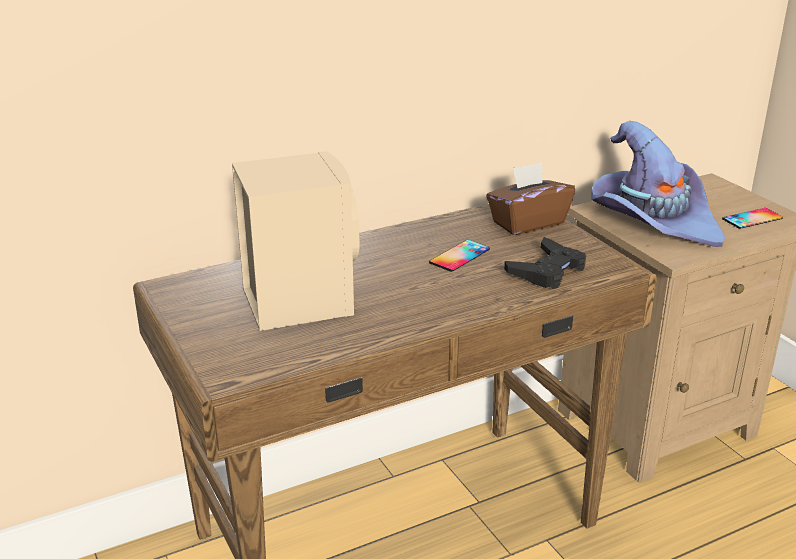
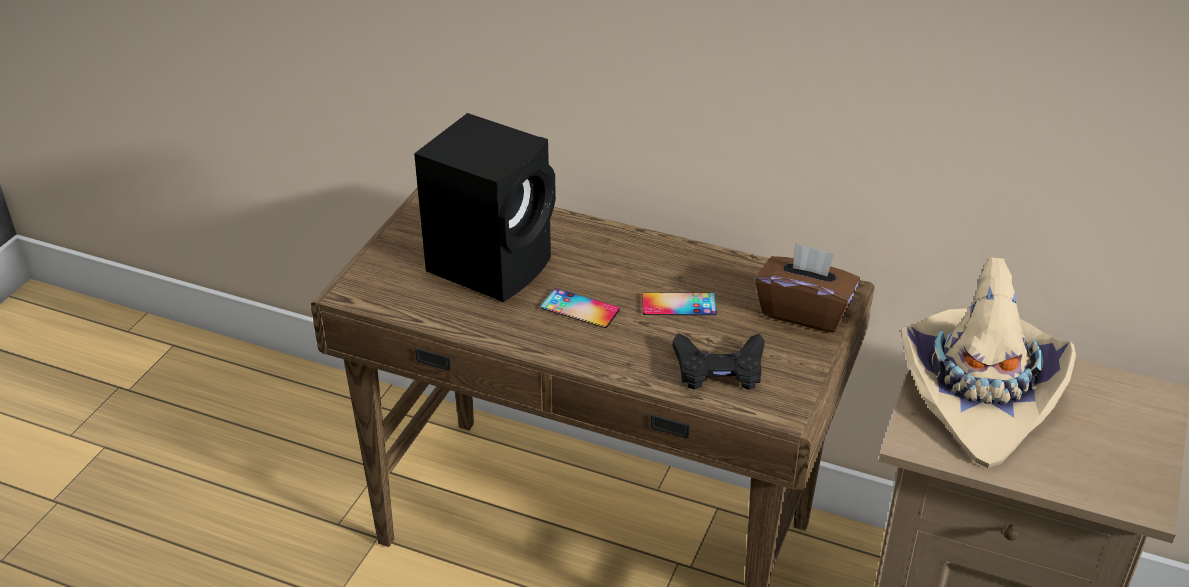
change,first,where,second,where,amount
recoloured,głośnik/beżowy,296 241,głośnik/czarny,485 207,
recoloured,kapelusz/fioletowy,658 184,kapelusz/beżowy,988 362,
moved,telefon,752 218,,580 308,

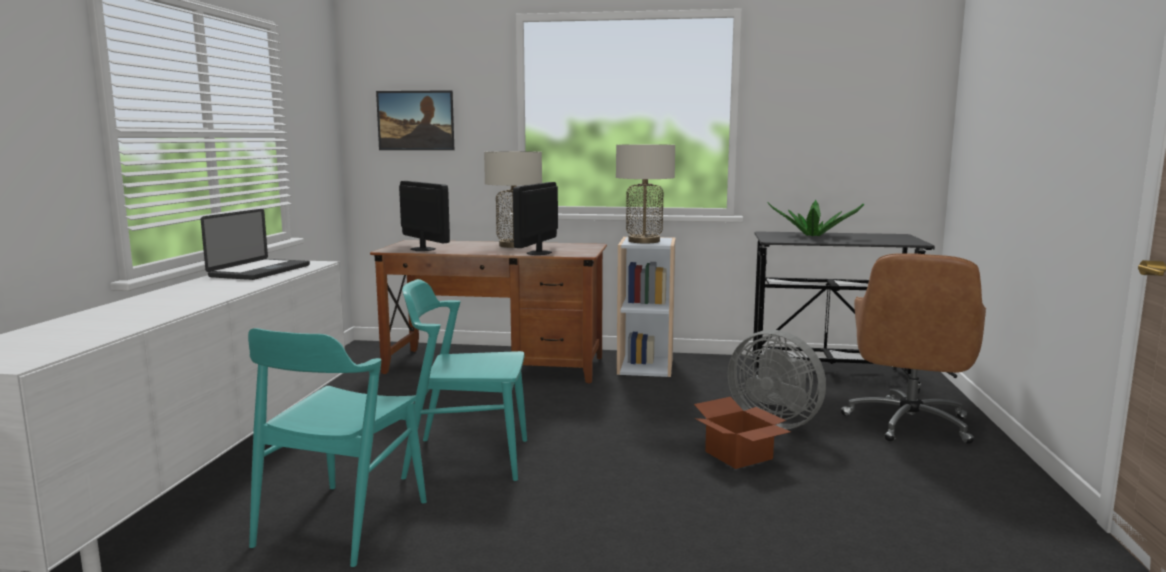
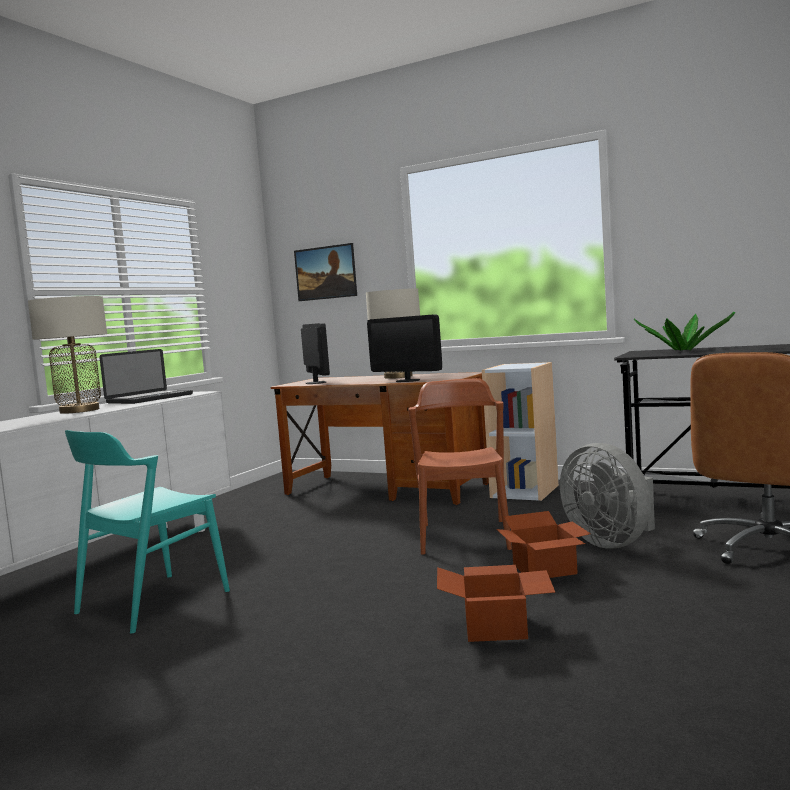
change,first,where,second,where,amount
removed,krzesło/turkusowy,464 380,,,
turned,monitor,535 218,,404 348,90 degrees counterclockwise
moved,lampa stołowa,645 194,,67 355,
added,,,krzesło/brązowy,460 466,
added,,,karton,496 603,

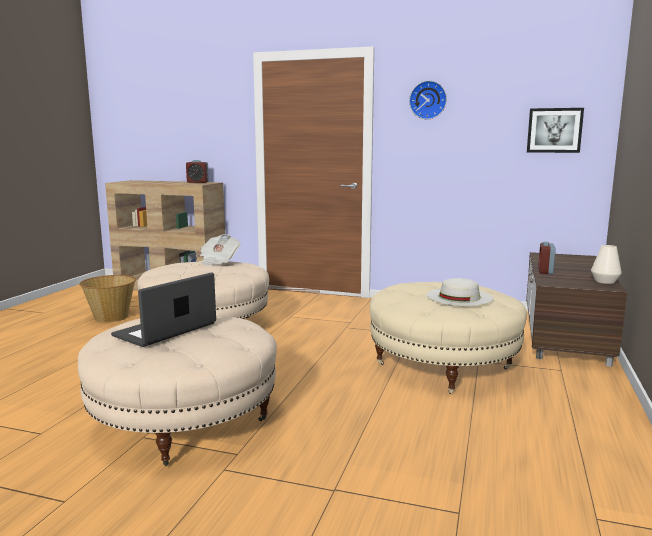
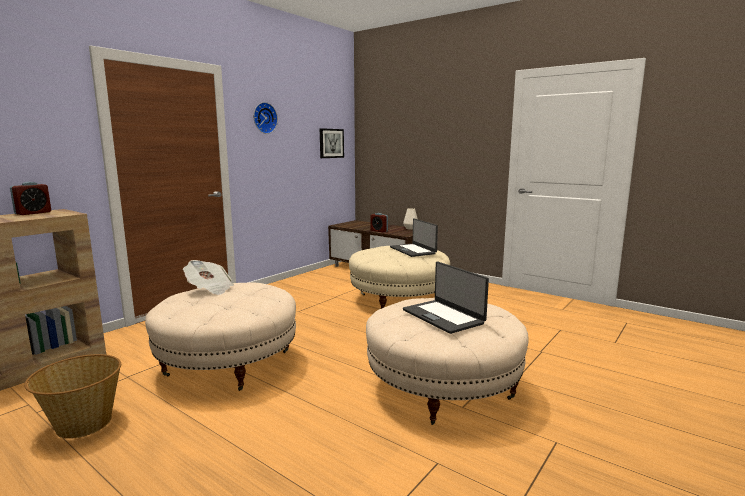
change,first,where,second,where,amount
replaced,kapelusz/biały,460 292,laptop,414 237,

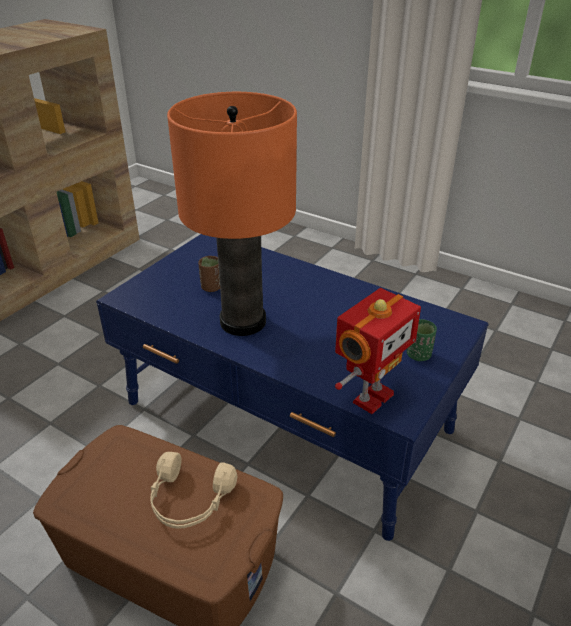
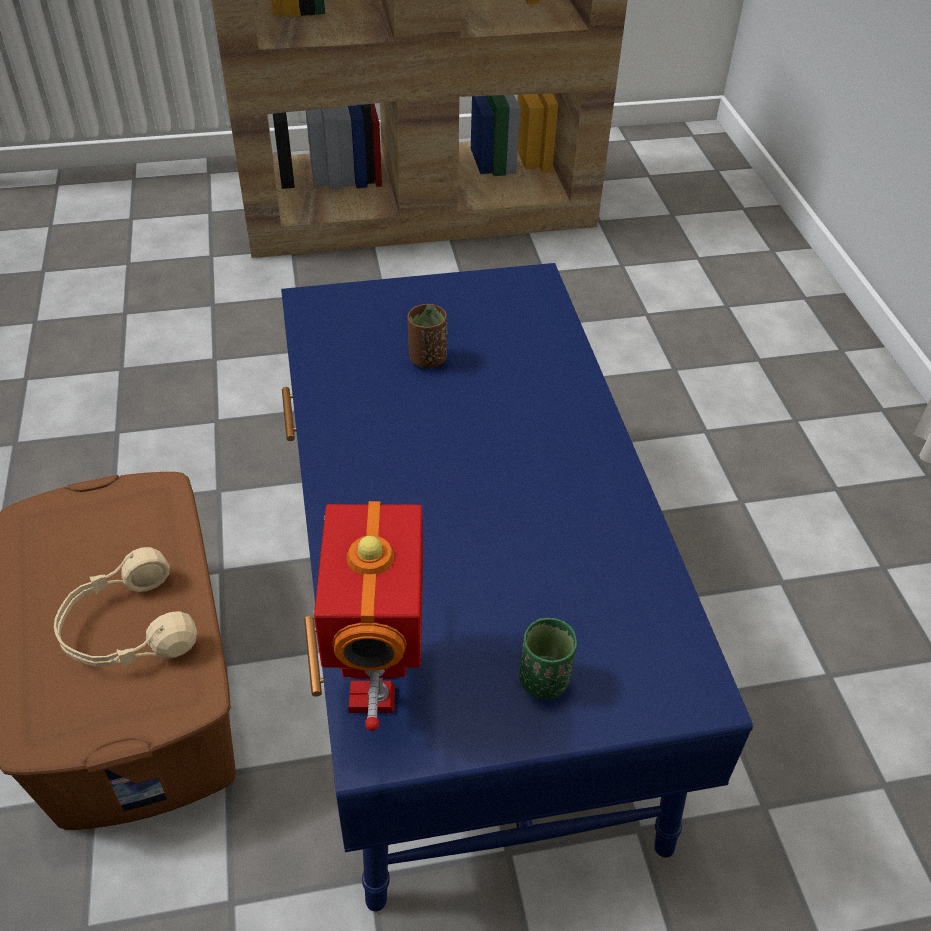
change,first,where,second,where,amount
removed,lampa stołowa/pomarańczowy,232 214,,,
turned,robot zabawkowy,378 351,,368 616,90 degrees clockwise

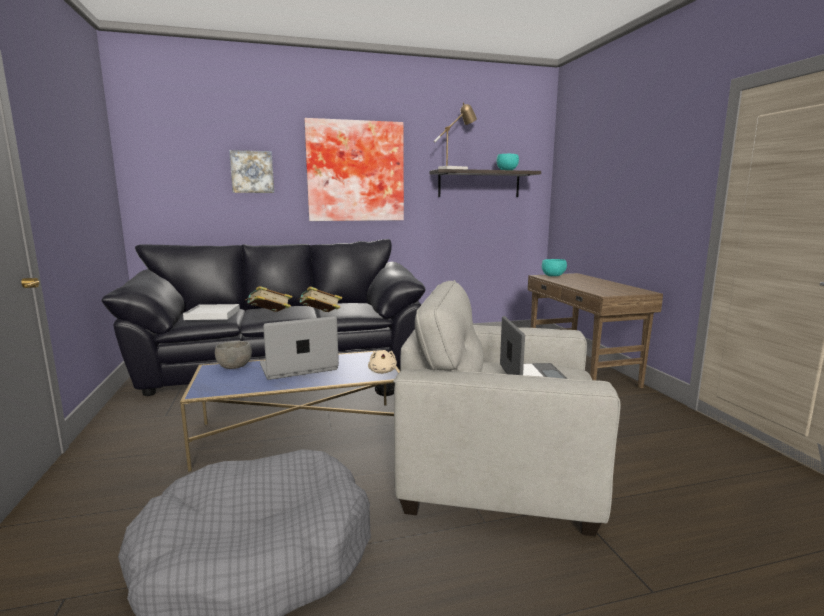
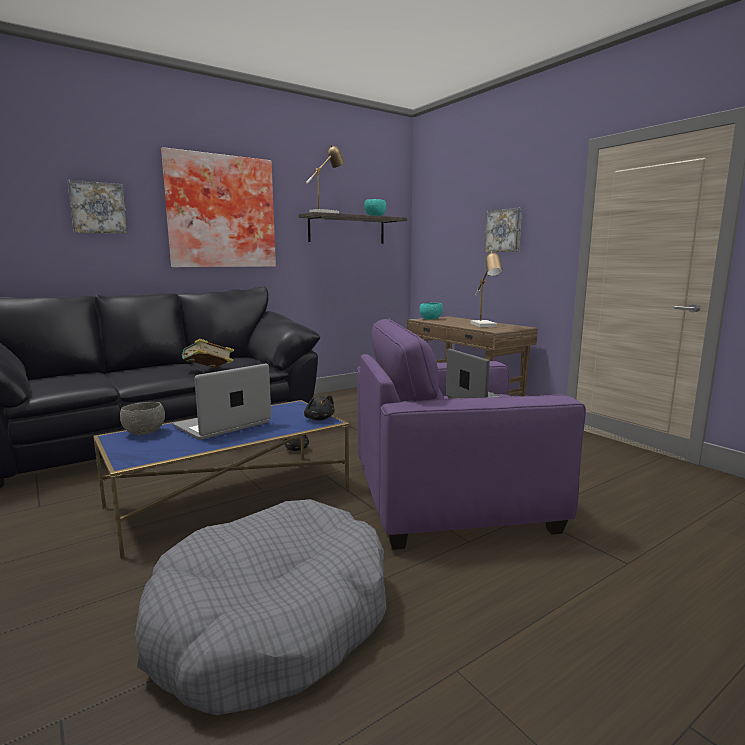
change,first,where,second,where,amount
removed,taca/biały,211 312,,,
removed,książka,269 299,,,
recoloured,pluszak/beżowy,382 362,pluszak/czarny,319 408,
recoloured,fotel/szary,506 408,fotel/fioletowy,471 434,
added,,,lampa stołowa,487 289,
added,,,obraz,503 230,

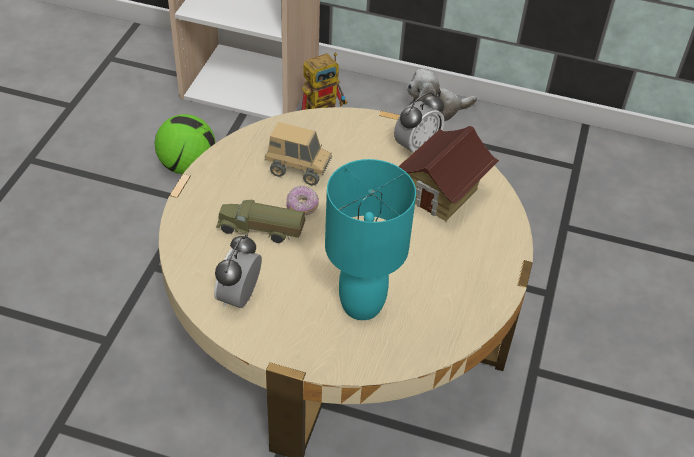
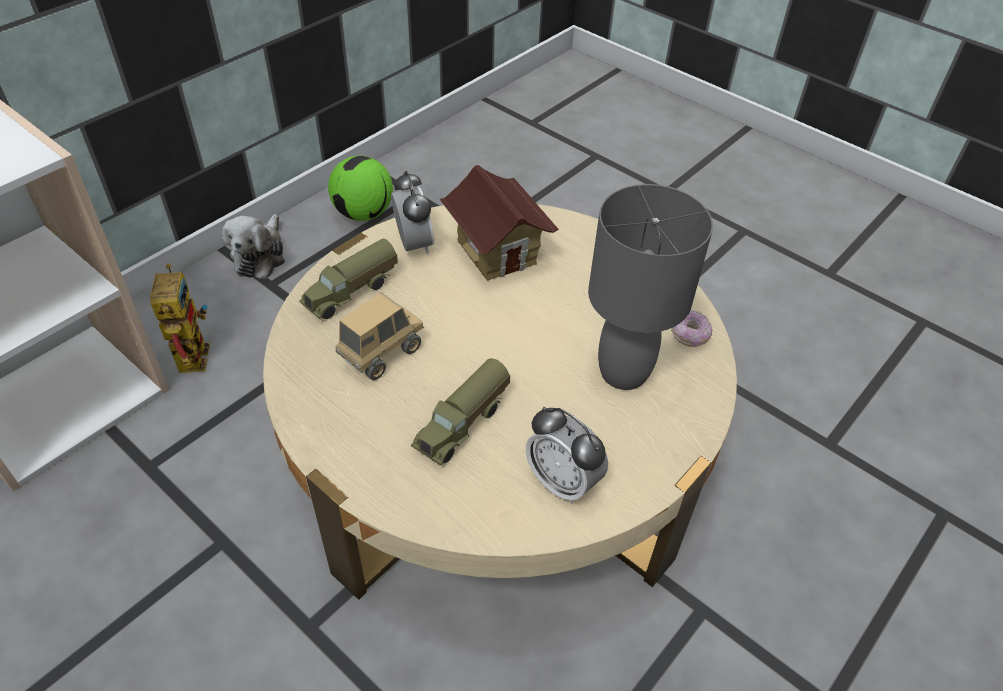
change,first,where,second,where,amount
moved,piłka futbolowa,185 144,,360 188,
moved,donut,302 200,,691 328,
recoloured,lampa stołowa/turkusowy,370 239,lampa stołowa/szary,650 287,
added,,,ciężarówka zabawkowa,348 278,

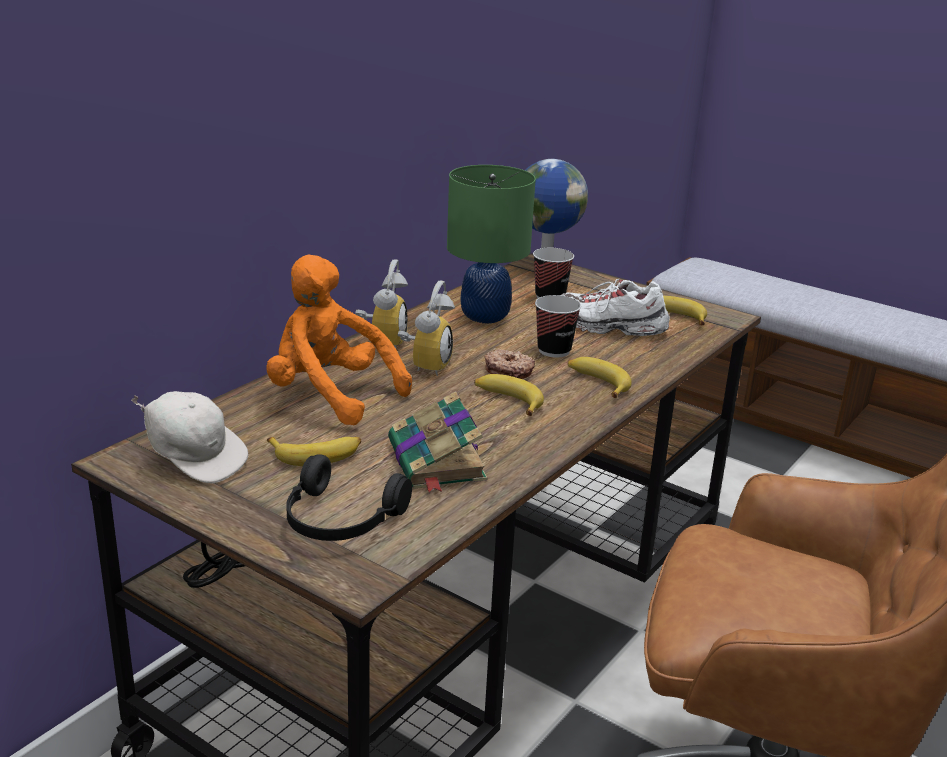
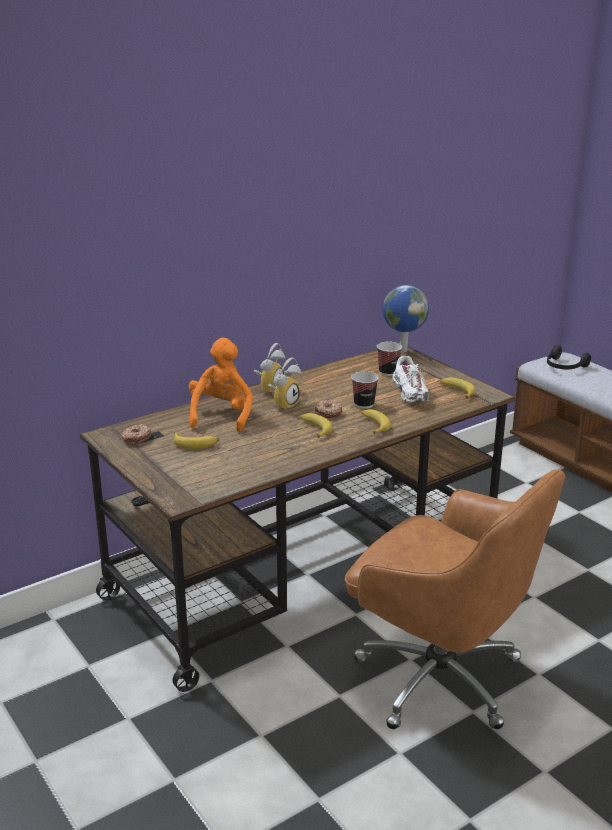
change,first,where,second,where,amount
replaced,czapka z daszkiem/biały,189 437,donut,136 434,
turned,pluszak/pomarańczowy,339 340,,221 385,45 degrees clockwise
moved,słuchawki/czarny,349 497,,569 357,
removed,książka,437 442,,,
removed,lampa stołowa/zielony,491 244,,,
turned,but/biały,615 307,,410 379,135 degrees counterclockwise

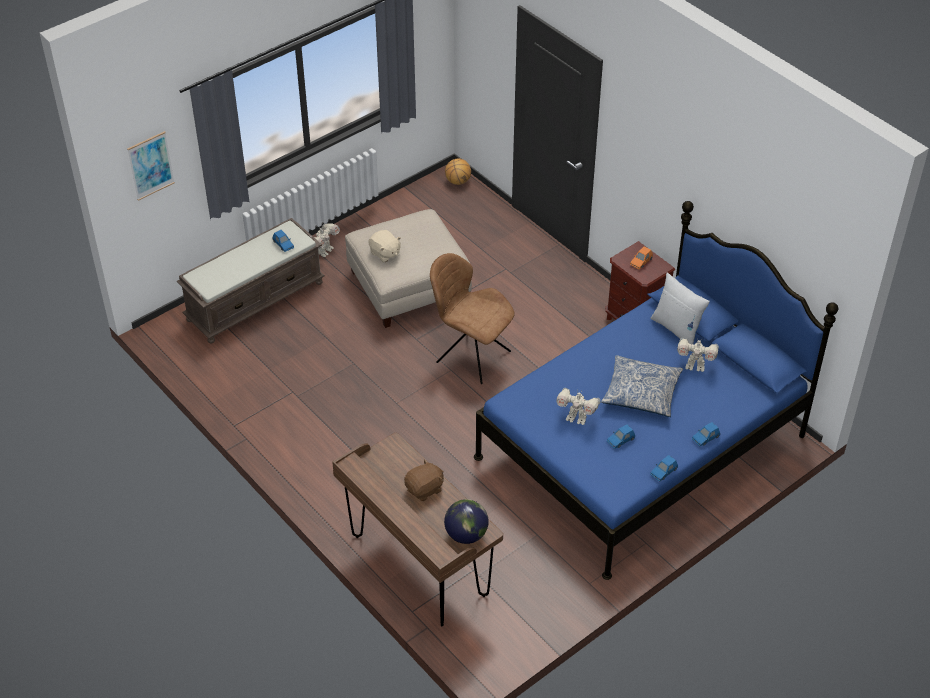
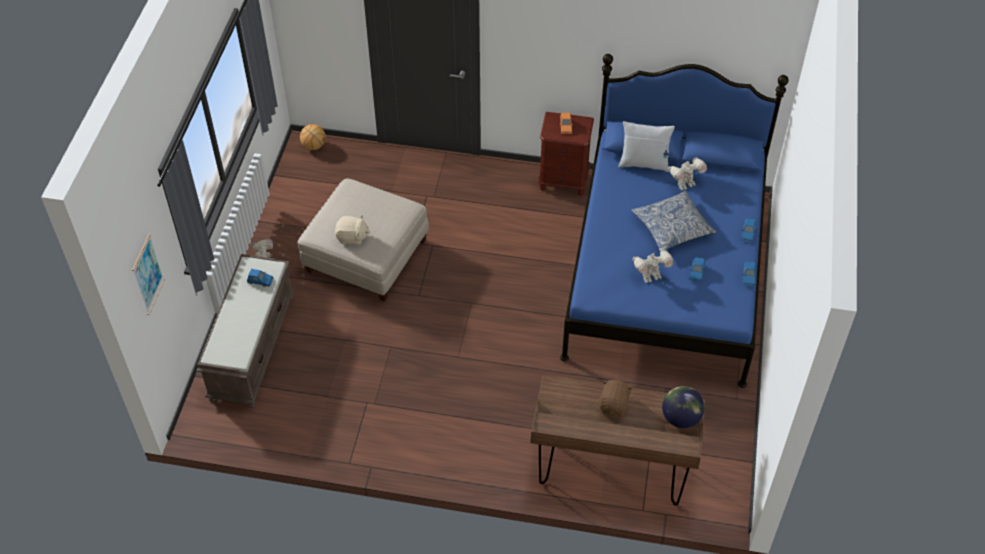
change,first,where,second,where,amount
removed,krzesło/brązowy,472 318,,,

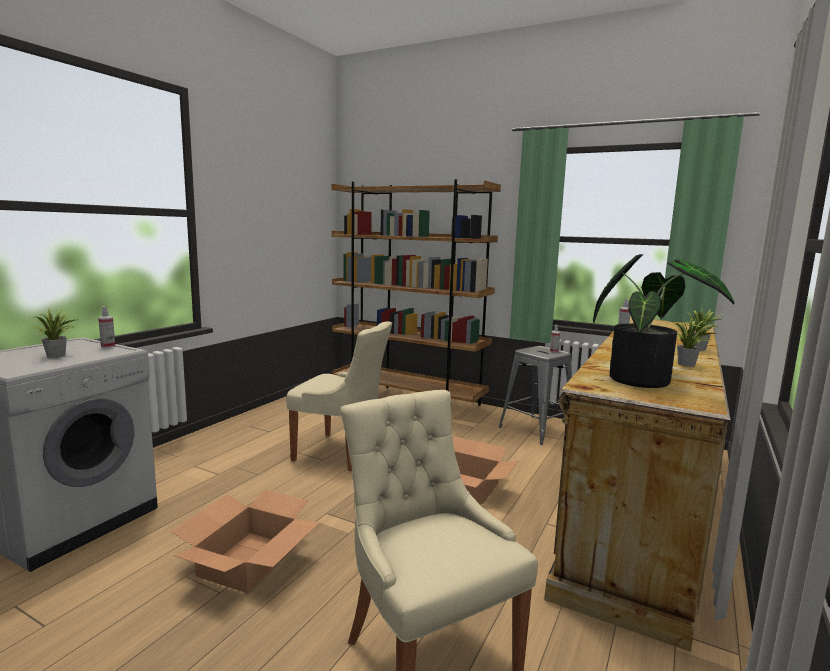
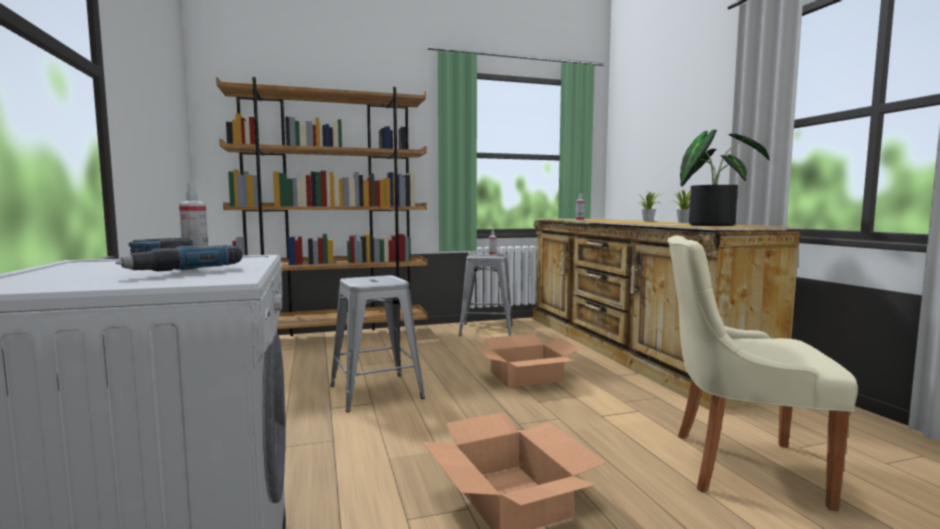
change,first,where,second,where,amount
replaced,roślina doniczkowa,55 333,wiertarka,179 254,
replaced,krzesło/beżowy,339 396,stołek/szary,377 343,

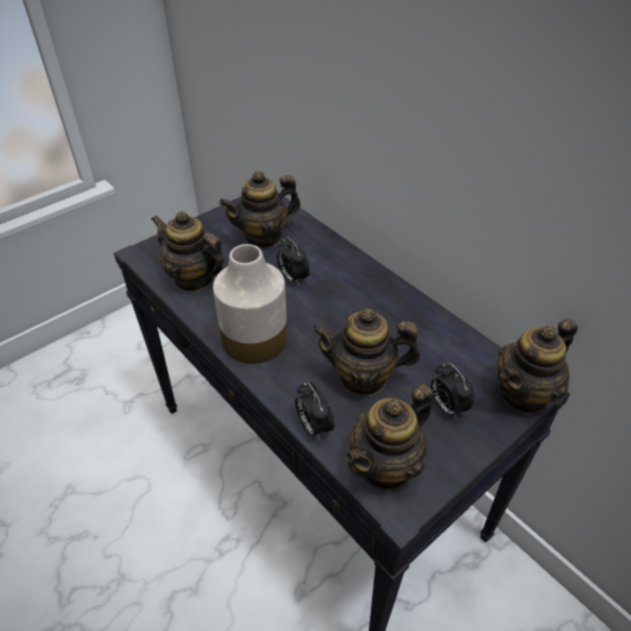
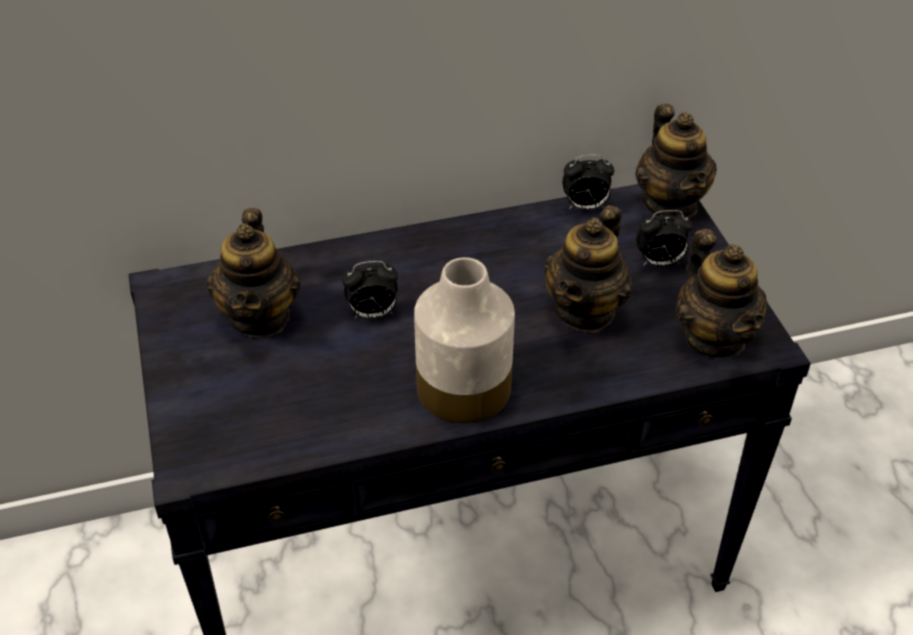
change,first,where,second,where,amount
removed,imbryk,188 251,,,
moved,budzik,314 411,,588 183,

